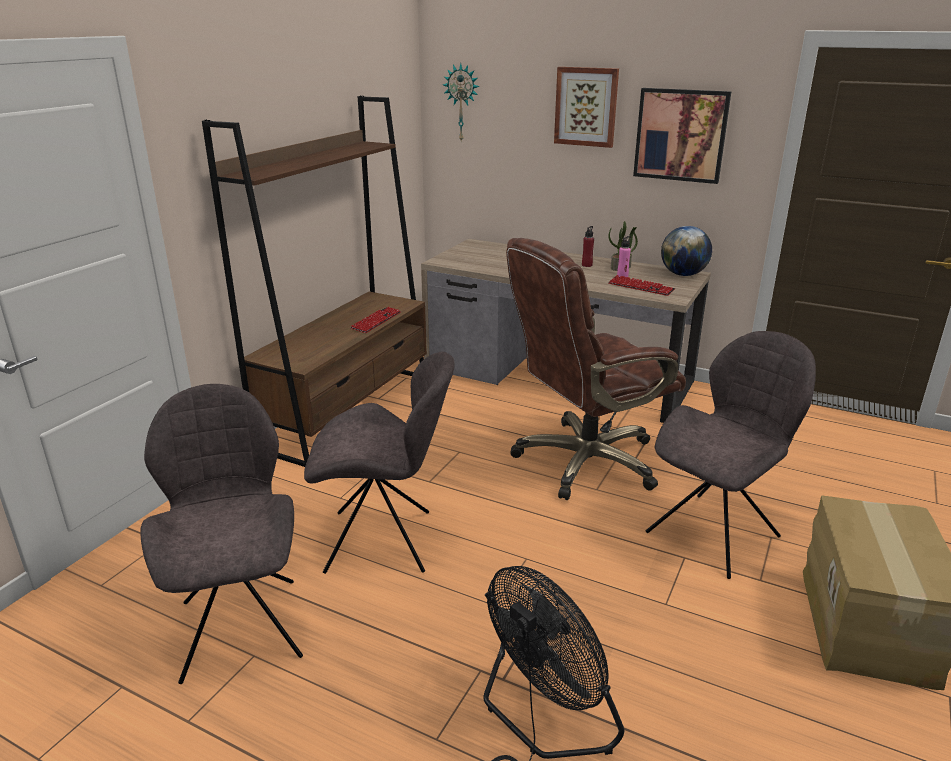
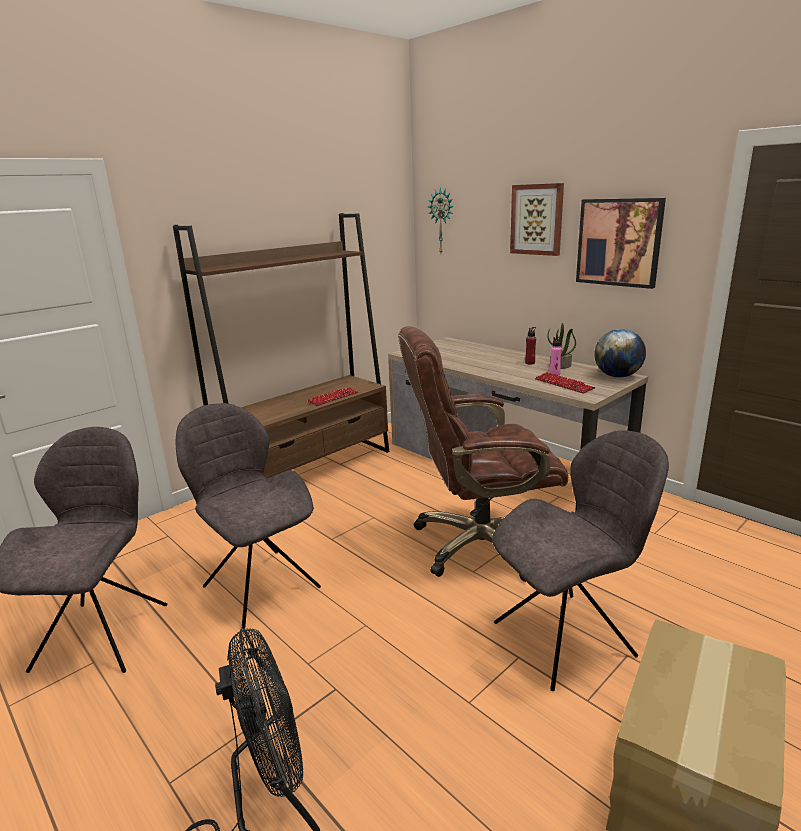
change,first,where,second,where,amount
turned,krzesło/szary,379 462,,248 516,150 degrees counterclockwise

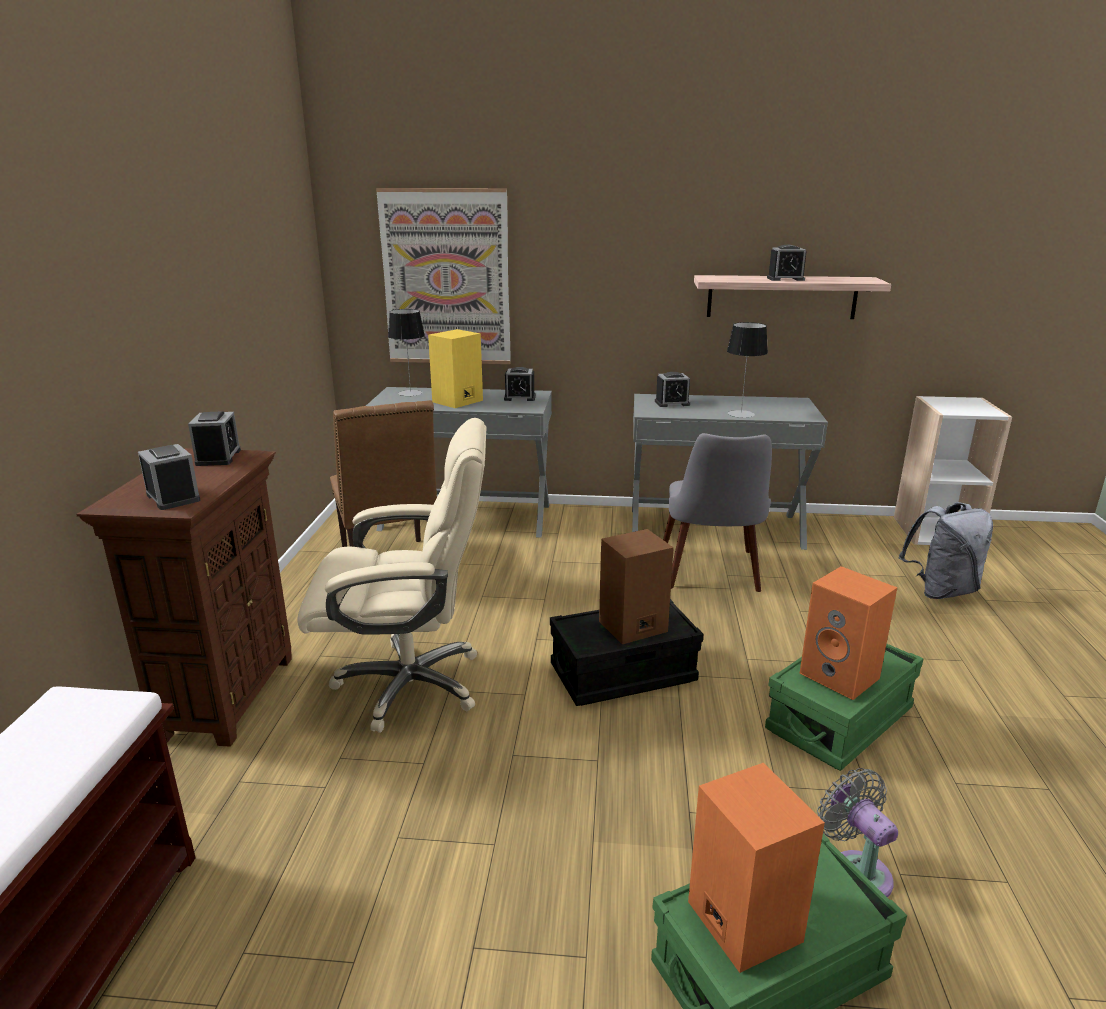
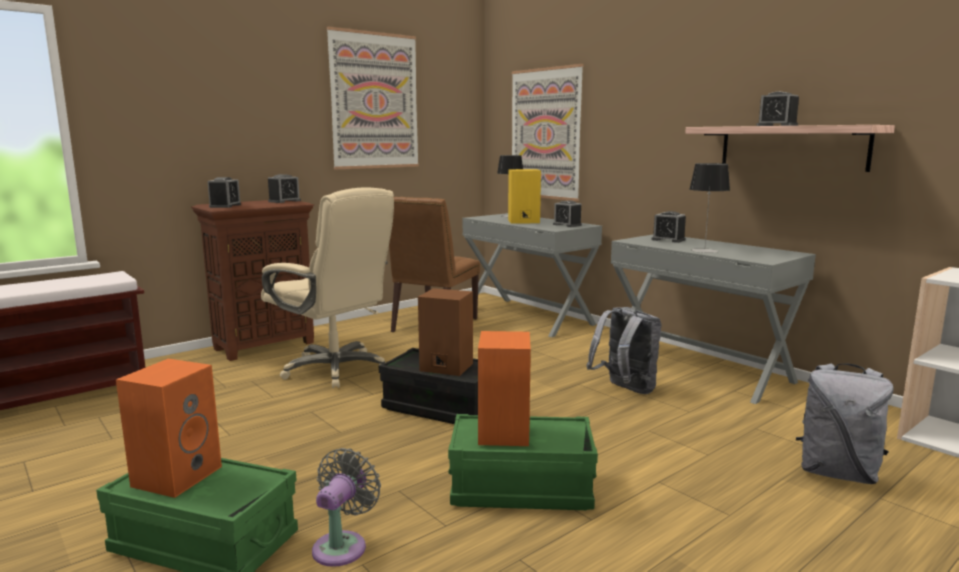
change,first,where,second,where,amount
replaced,krzesło/szary,717 512,plecak/szary,624 350,
added,,,obraz,373 97,

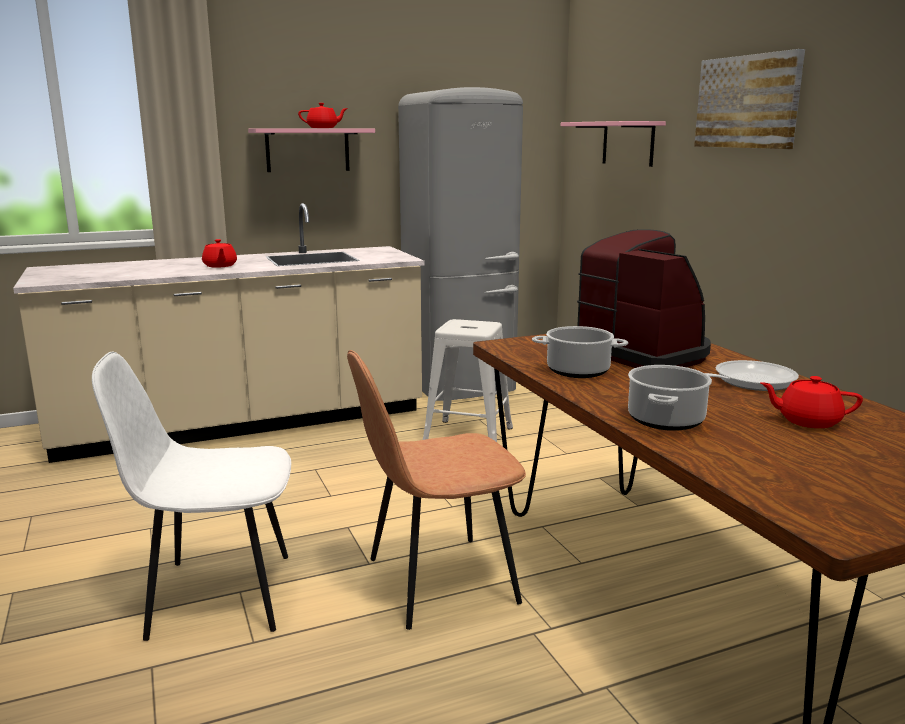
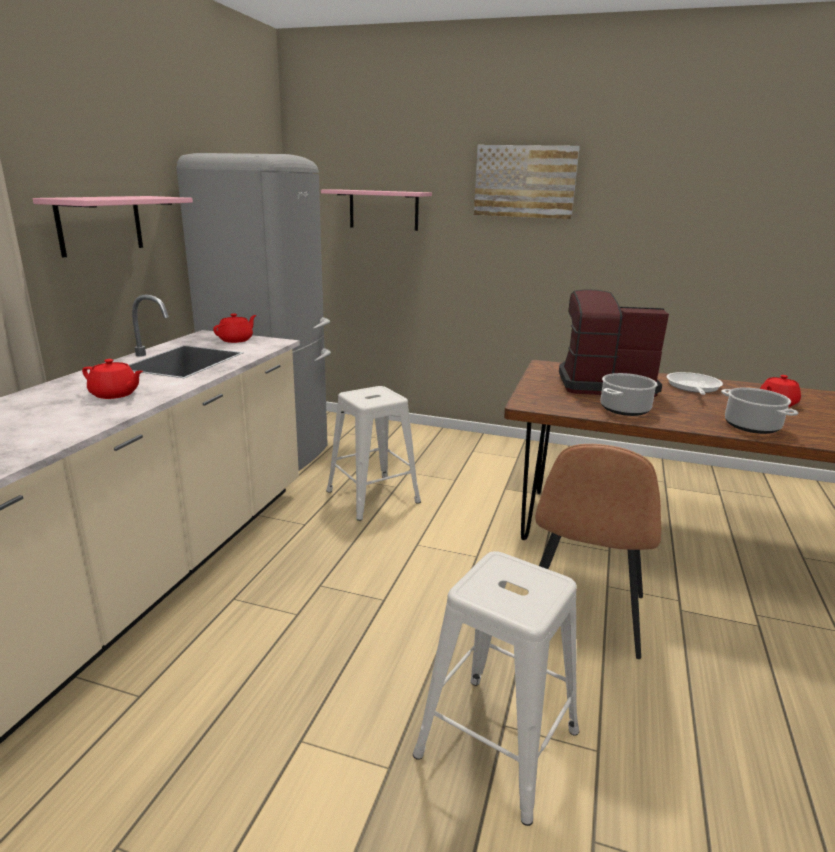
change,first,where,second,where,amount
replaced,krzesło/biały,191 496,stołek/biały,496 688,
moved,imbryk/czerwony,323 115,,234 328,

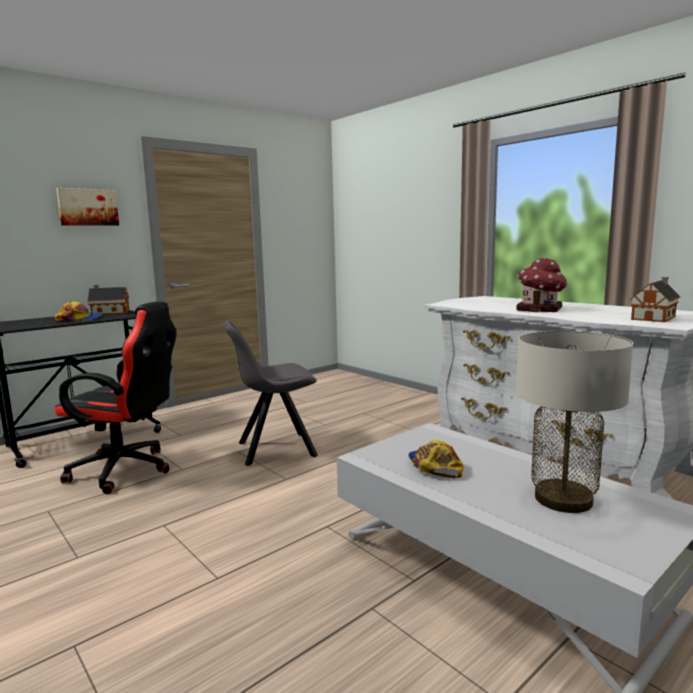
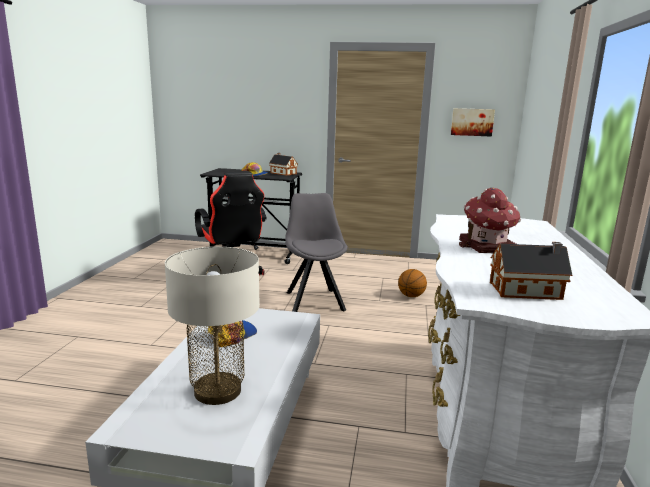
change,first,where,second,where,amount
moved,obraz,87 207,,473 122,
turned,krzesło/szary,270 393,,316 252,45 degrees clockwise
added,,,piłka do koszykówki,412 283,

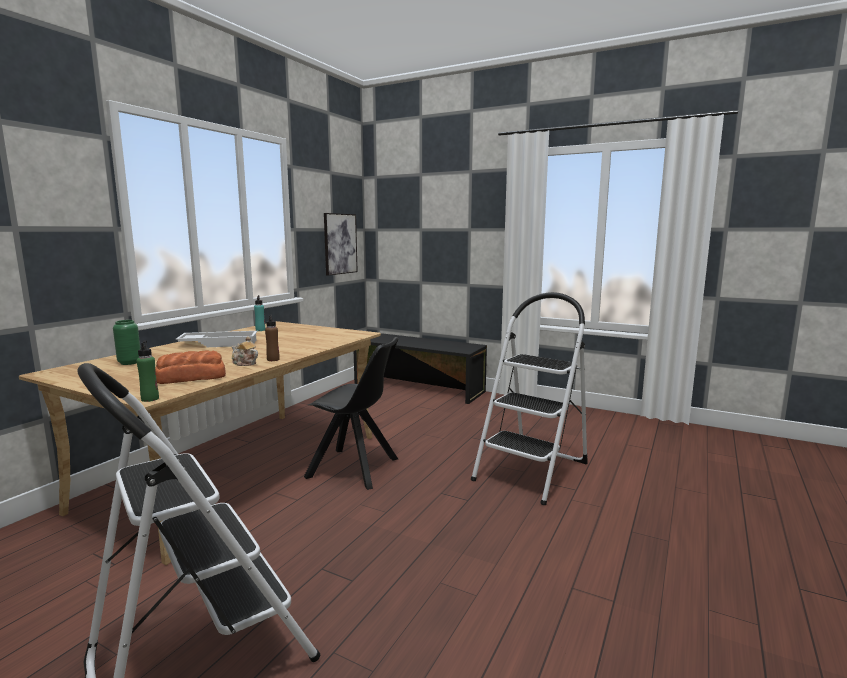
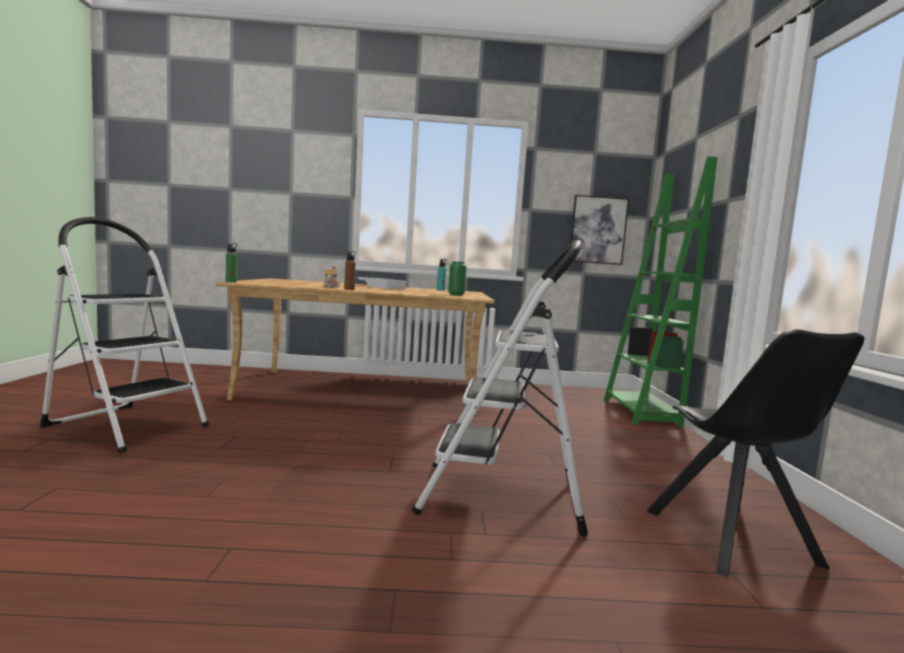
change,first,where,second,where,amount
moved,wazon/zielony,126 342,,457 278,
removed,chleb,190 367,,,
moved,krzesło/czarny,351 413,,755 453,
replaced,ławka/czarny,420 368,regał/zielony,661 291,

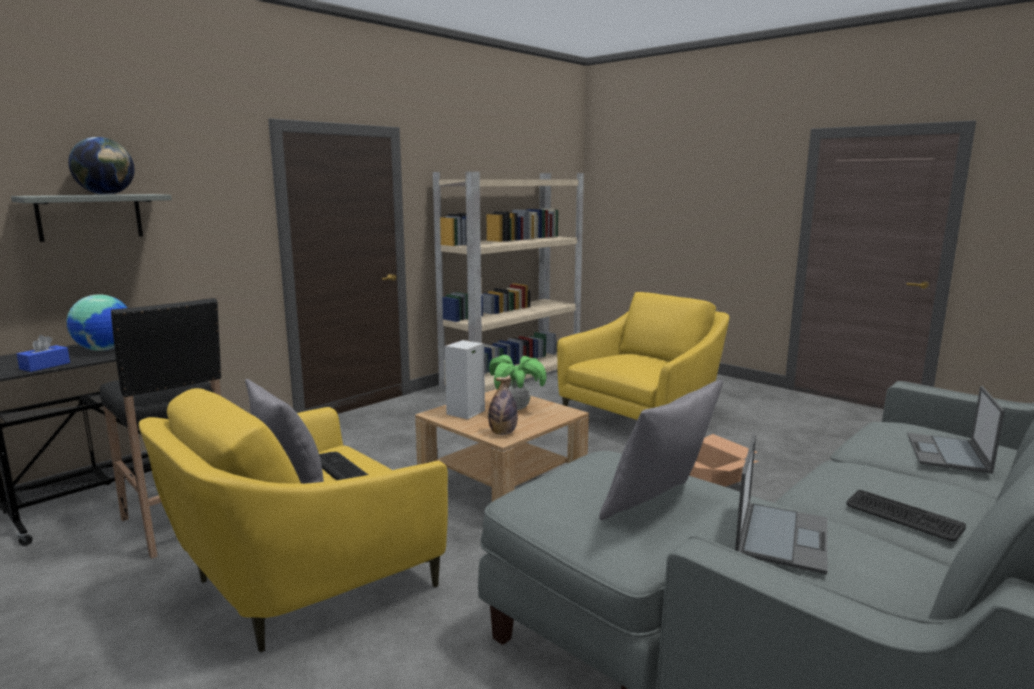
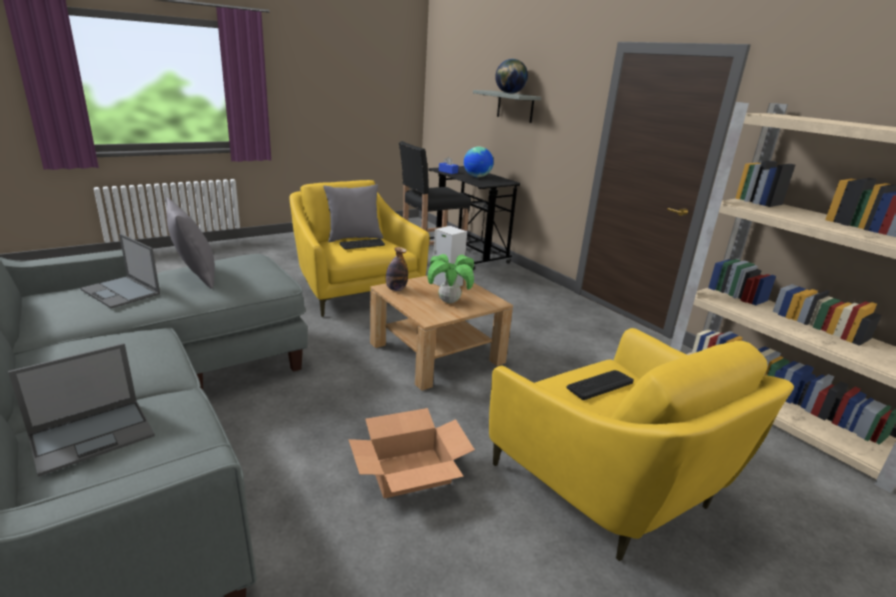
change,first,where,second,where,amount
moved,klawiatura,906 515,,600 385,
turned,laptop,956 430,,81 410,105 degrees clockwise

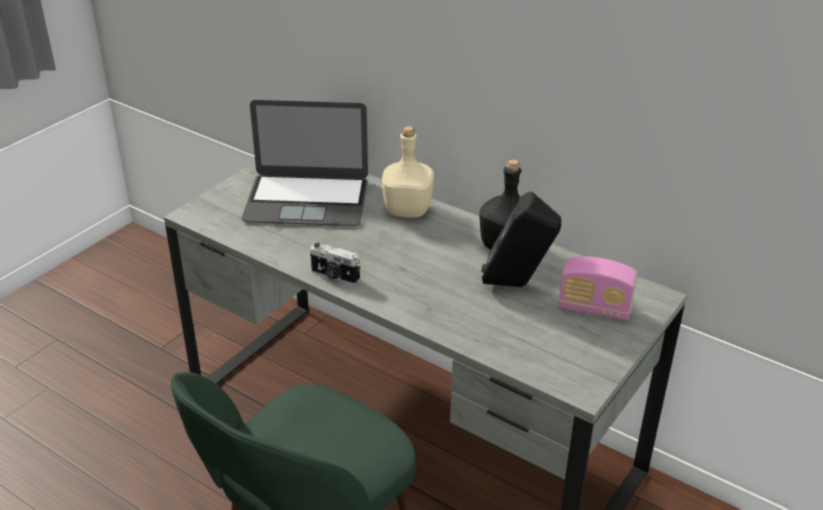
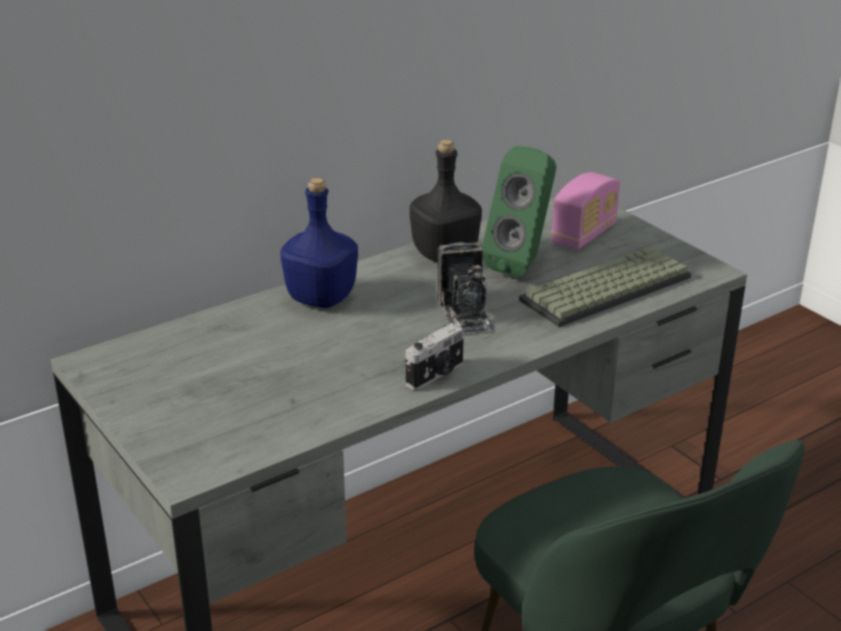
change,first,where,second,where,amount
removed,laptop,305 163,,,
recoloured,butelka/beżowy,408 172,butelka/niebieski,319 243,
recoloured,głośnik/czarny,521 239,głośnik/zielony,519 212,
added,,,aparat fotograficzny,465 287,
added,,,klawiatura,605 287,

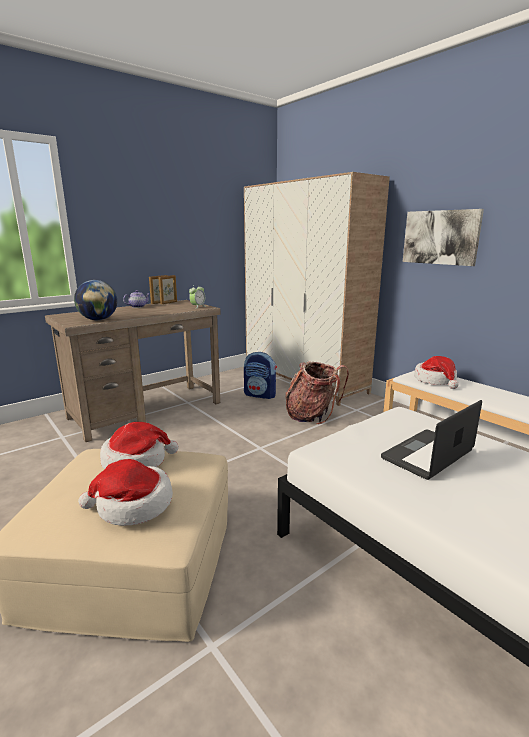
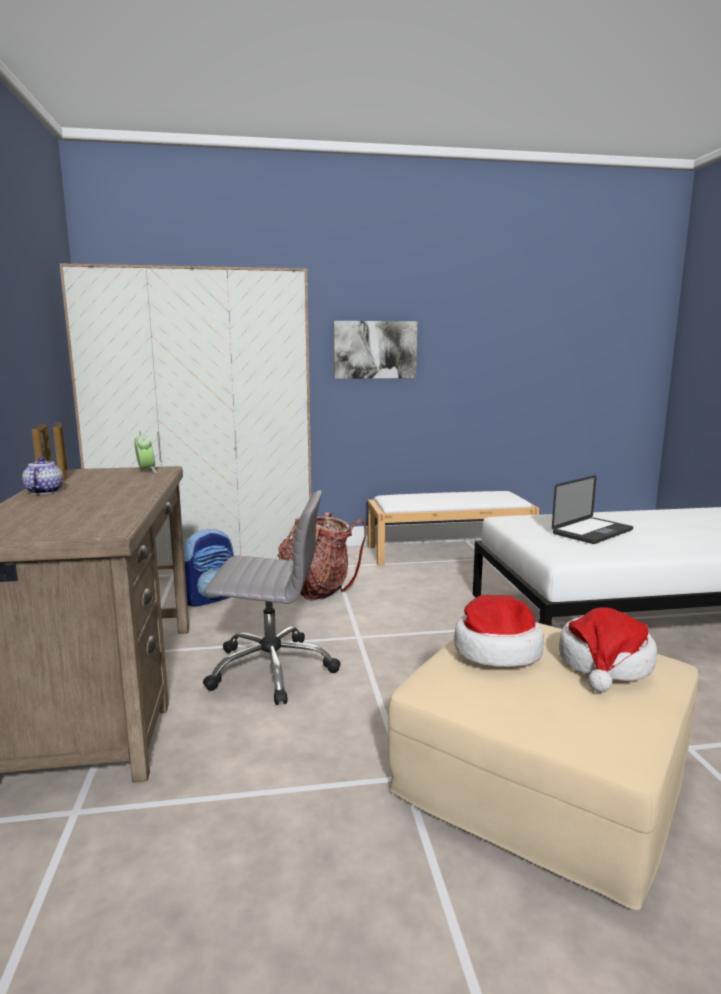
change,first,where,second,where,amount
removed,globus,95 300,,,
turned,laptop,431 440,,592 509,120 degrees counterclockwise
removed,kapelusz,436 372,,,
added,,,krzesło biurowe/szary,271 597,

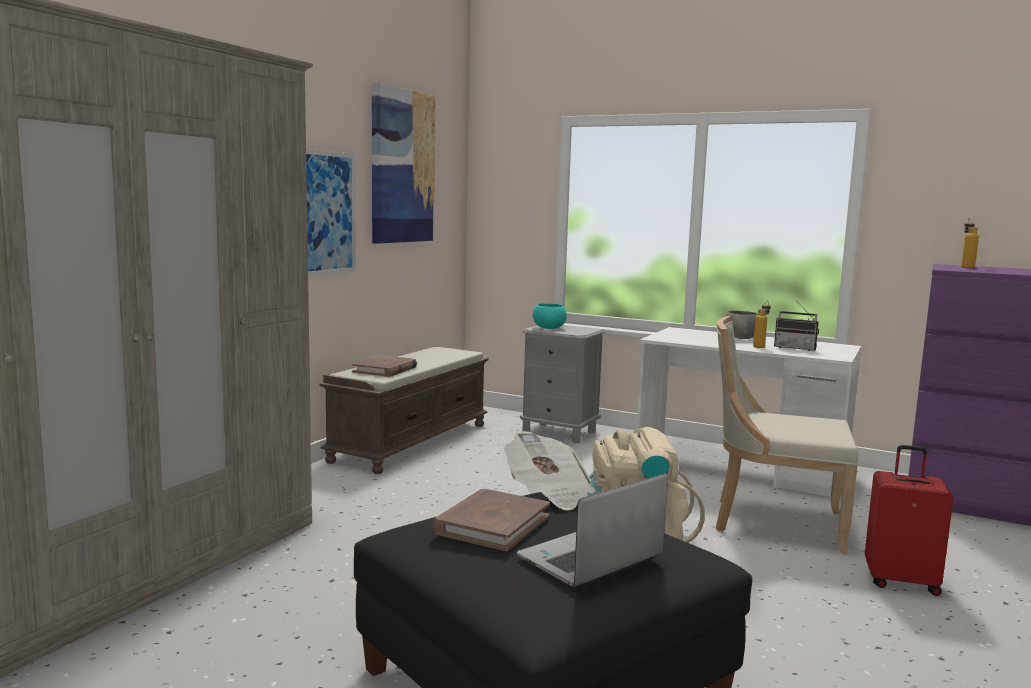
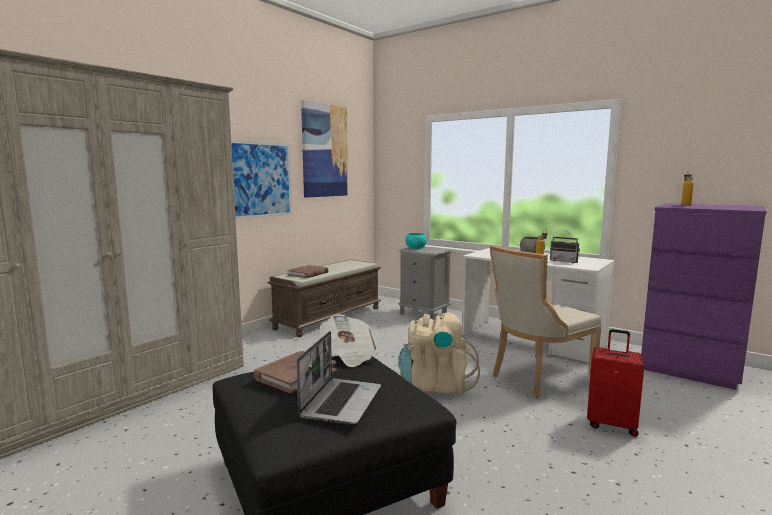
change,first,where,second,where,amount
turned,laptop,592 531,,339 378,135 degrees clockwise
turned,krzesło/beżowy,786 435,,545 322,60 degrees counterclockwise

